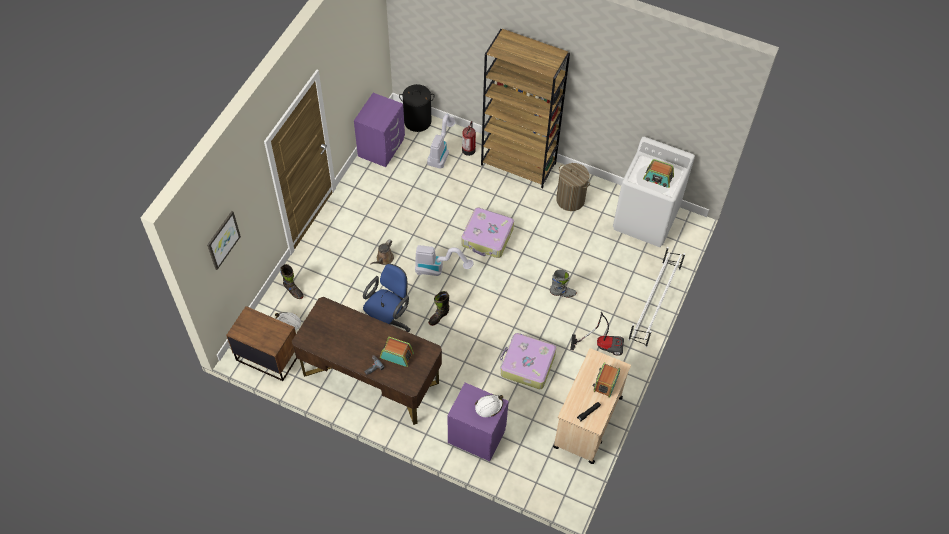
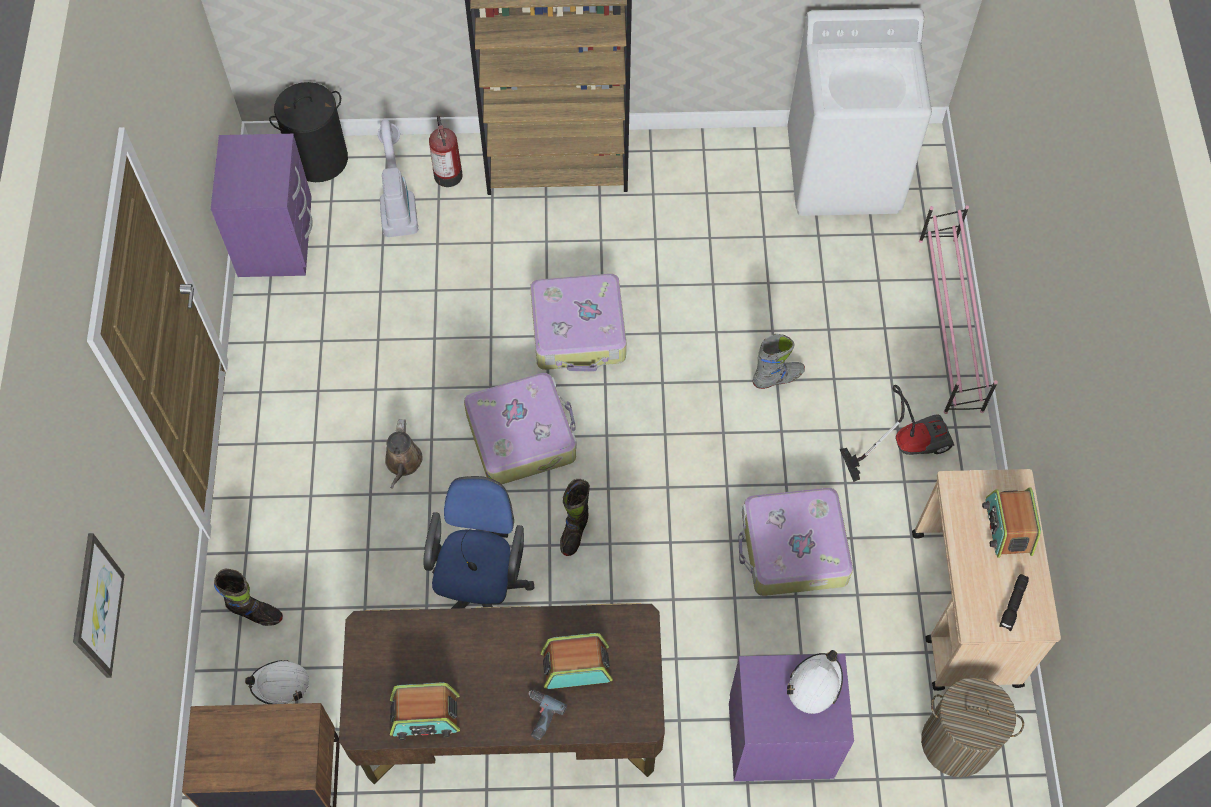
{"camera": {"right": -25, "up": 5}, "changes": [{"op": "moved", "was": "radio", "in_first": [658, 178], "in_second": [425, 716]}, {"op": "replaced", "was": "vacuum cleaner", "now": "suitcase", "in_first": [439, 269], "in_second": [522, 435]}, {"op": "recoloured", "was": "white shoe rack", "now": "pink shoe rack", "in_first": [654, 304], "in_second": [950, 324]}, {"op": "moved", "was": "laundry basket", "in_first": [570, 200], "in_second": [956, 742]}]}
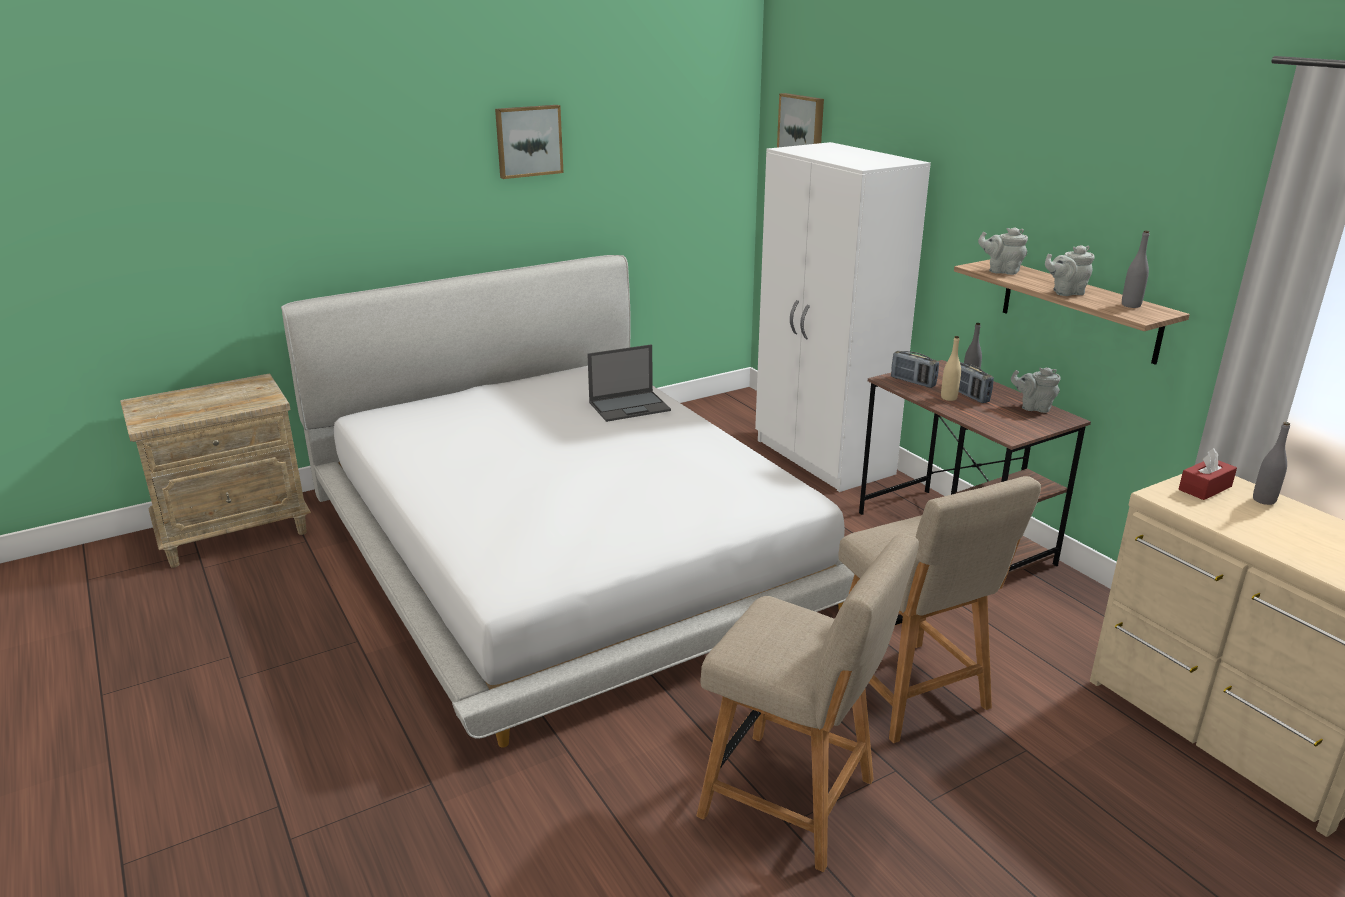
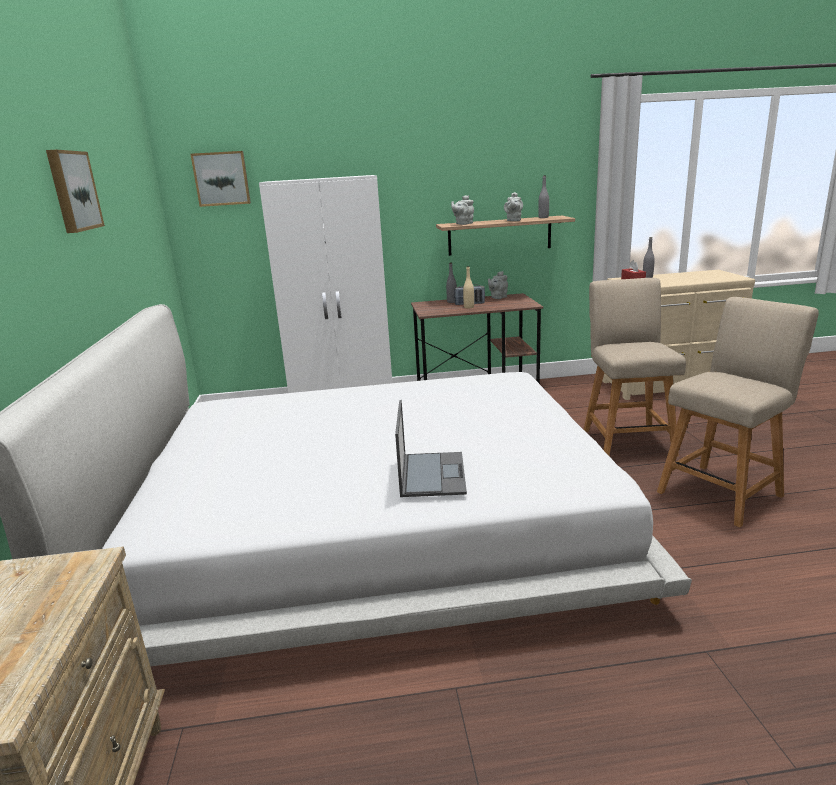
{"camera": {"right": -65, "up": -5}, "changes": [{"op": "moved", "was": "laptop", "in_first": [630, 406], "in_second": [432, 474]}, {"op": "turned", "was": "beige chair", "in_first": [911, 694], "in_second": [626, 440], "clockwise": -90}, {"op": "removed", "was": "radio", "in_first": [913, 382]}]}
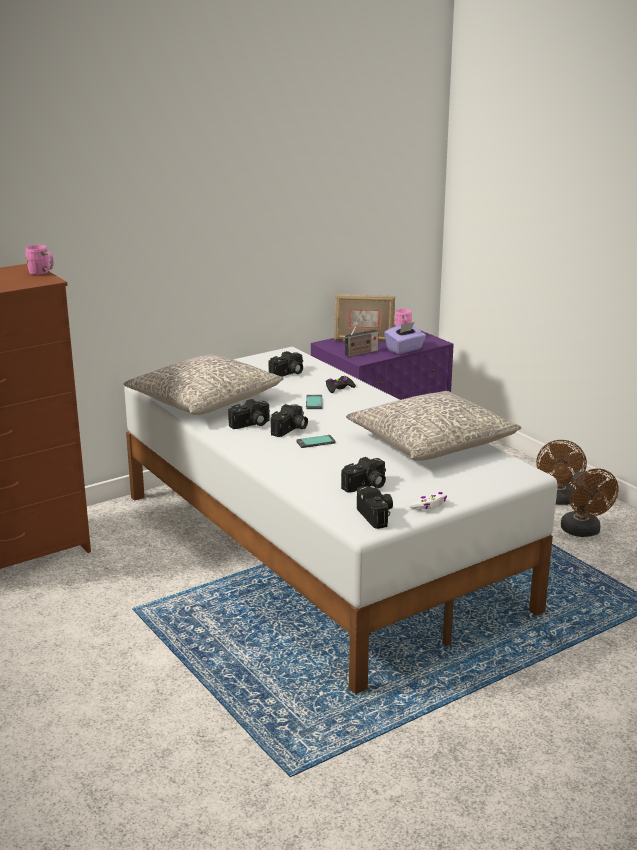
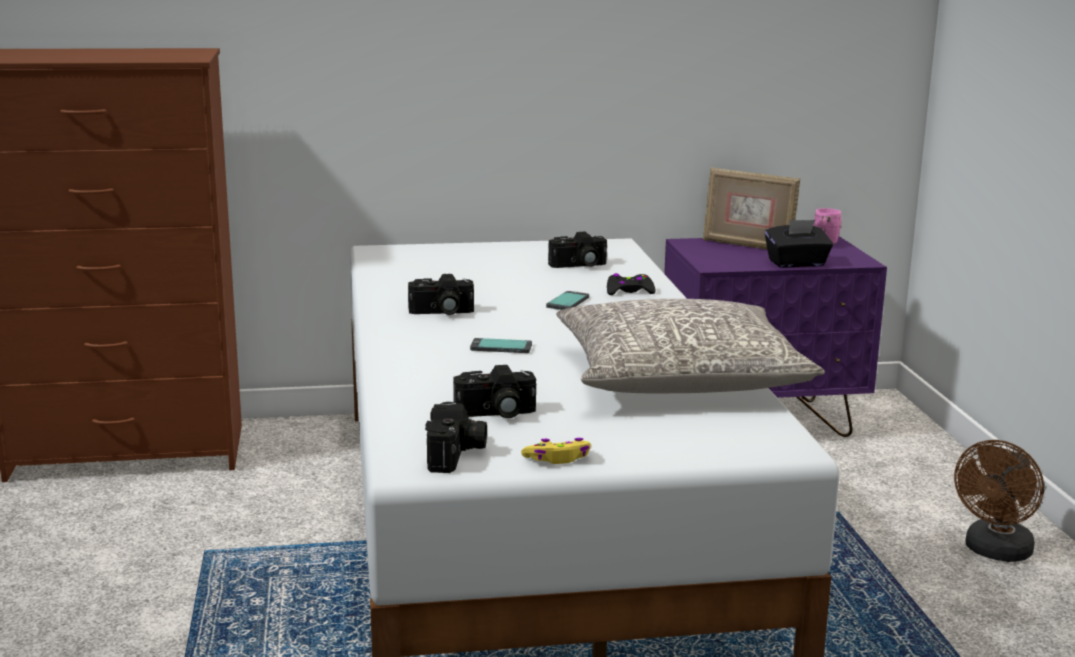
{"camera": {"right": 25, "up": -5}, "changes": [{"op": "recoloured", "was": "white game controller", "now": "yellow game controller", "in_first": [429, 506], "in_second": [558, 459]}, {"op": "recoloured", "was": "purple tissue box", "now": "black tissue box", "in_first": [404, 349], "in_second": [797, 263]}, {"op": "removed", "was": "pink mug", "in_first": [42, 273]}, {"op": "removed", "was": "grey pillow", "in_first": [205, 400]}, {"op": "removed", "was": "photo camera", "in_first": [290, 430]}, {"op": "removed", "was": "radio", "in_first": [360, 353]}, {"op": "removed", "was": "brown fan", "in_first": [583, 532]}]}
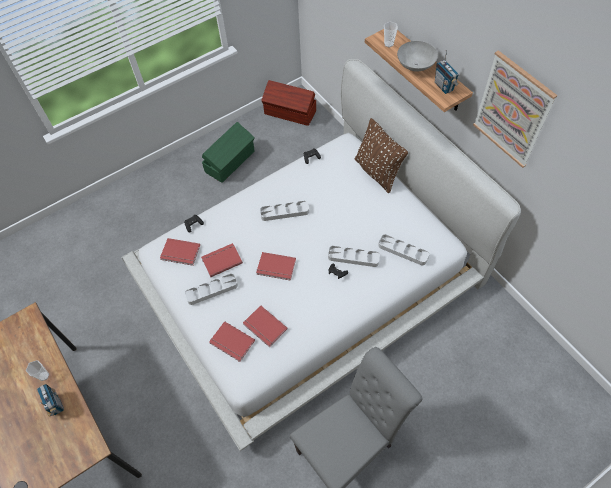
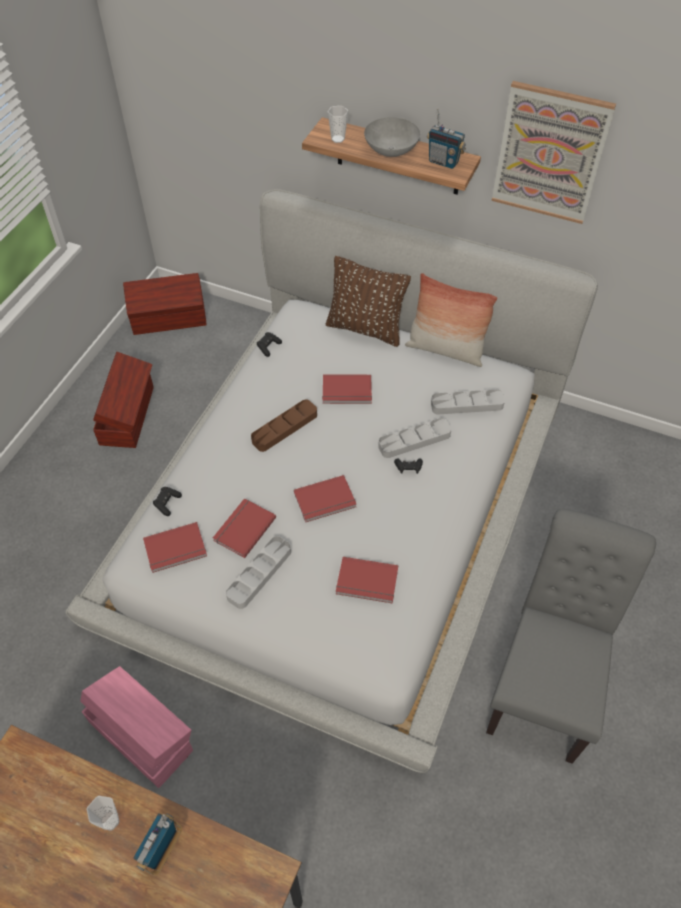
{"camera": {"right": -35, "up": -5}, "changes": [{"op": "added", "now": "pink storage box", "in_second": [141, 734]}, {"op": "recoloured", "was": "green storage box", "now": "brown storage box", "in_first": [230, 161], "in_second": [128, 415]}, {"op": "turned", "was": "radio", "in_first": [55, 404], "in_second": [162, 850], "clockwise": -90}, {"op": "recoloured", "was": "grey tray", "now": "brown tray", "in_first": [284, 212], "in_second": [284, 428]}, {"op": "moved", "was": "red book", "in_first": [231, 343], "in_second": [347, 392]}, {"op": "added", "now": "pillow", "in_second": [446, 350]}]}
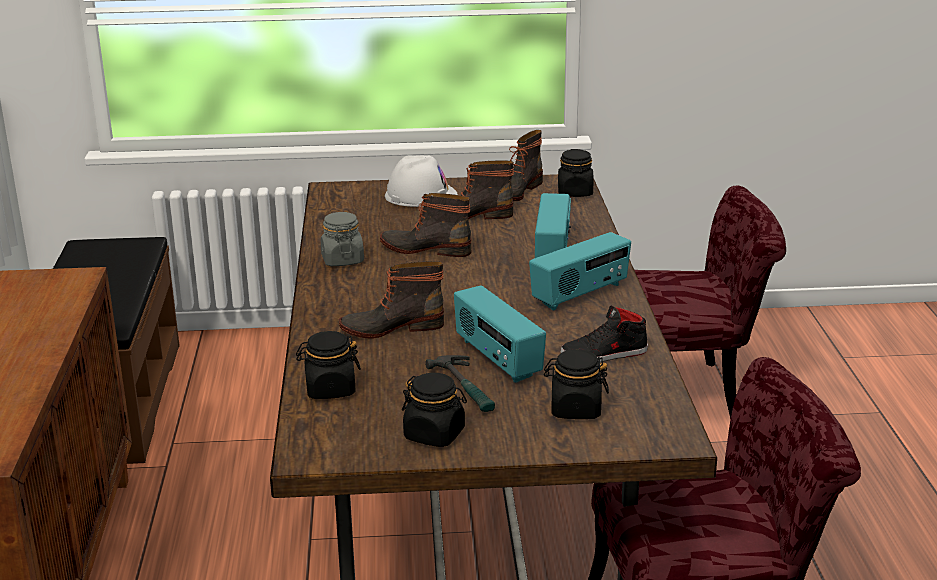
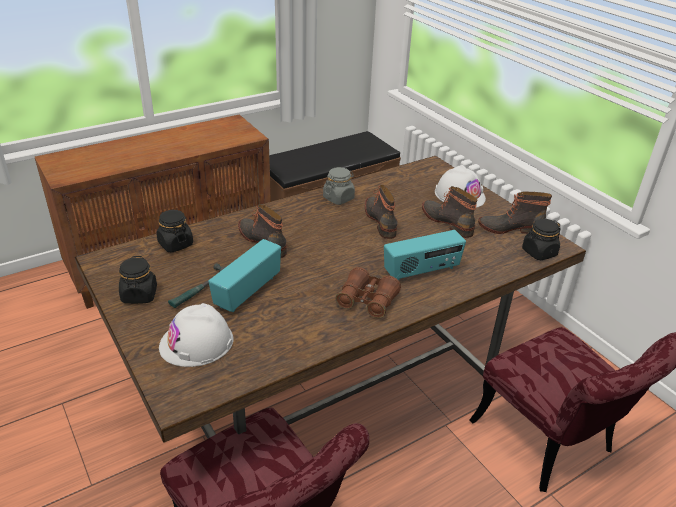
{"camera": {"right": 60, "up": 10}, "changes": [{"op": "replaced", "was": "black jar", "now": "white hard hat", "in_first": [575, 409], "in_second": [197, 343]}, {"op": "replaced", "was": "radio", "now": "brown binoculars", "in_first": [580, 295], "in_second": [367, 300]}, {"op": "removed", "was": "black shoe", "in_first": [604, 354]}]}
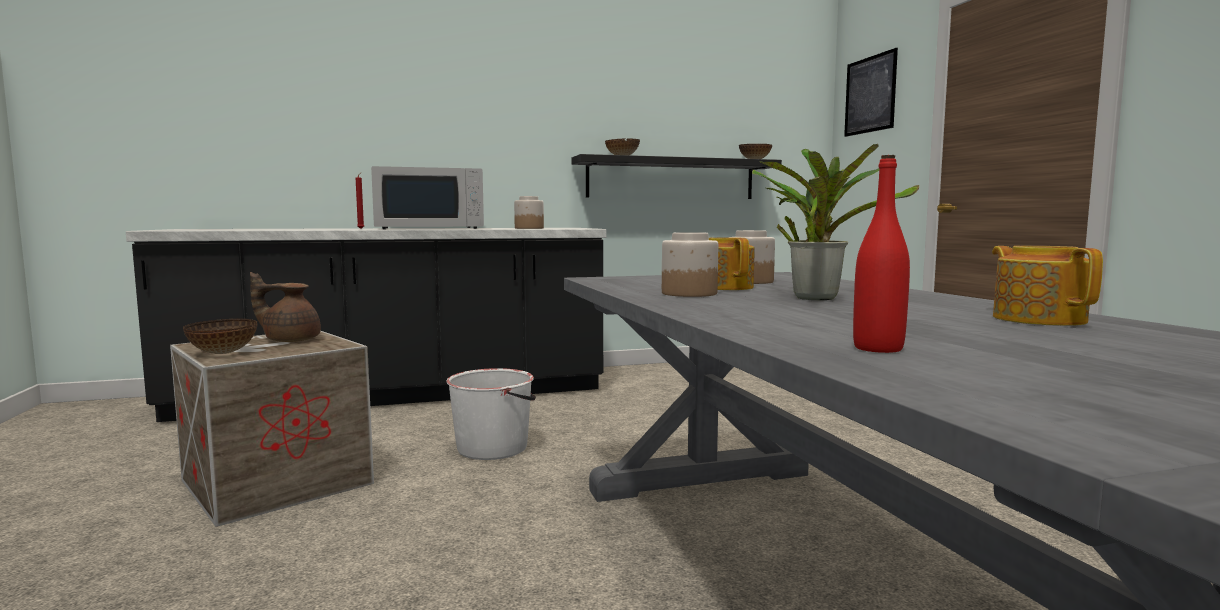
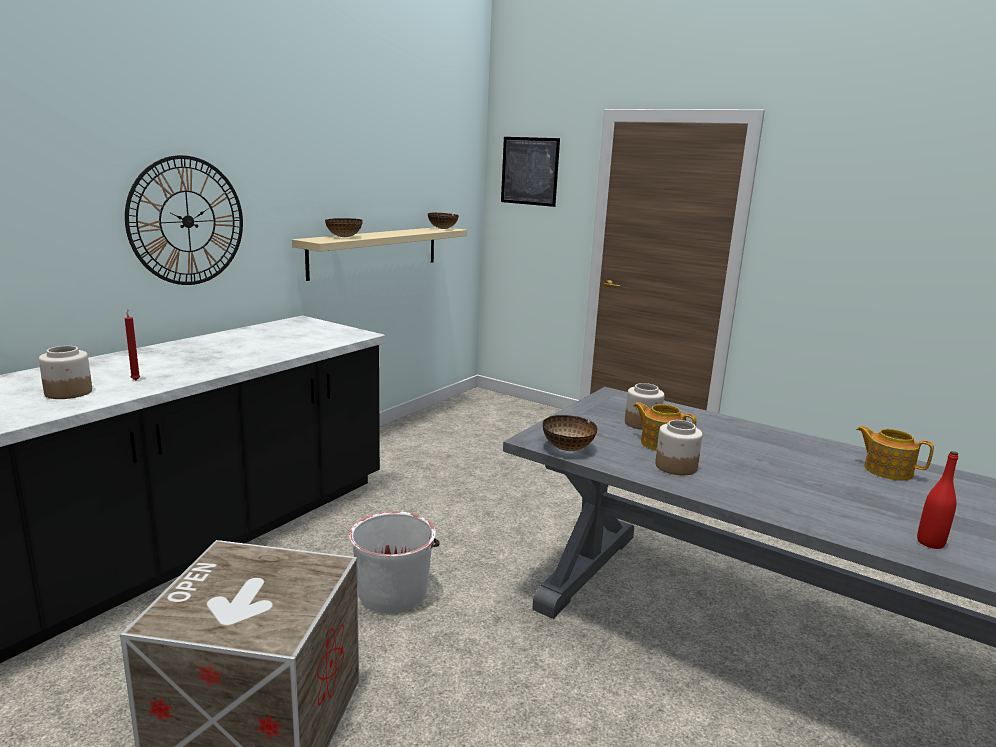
{"camera": {"right": -40, "up": 10}, "changes": [{"op": "moved", "was": "jar", "in_first": [528, 228], "in_second": [68, 392]}, {"op": "added", "now": "wall clock", "in_second": [187, 221]}, {"op": "recoloured", "was": "black shelf", "now": "beige shelf", "in_first": [671, 179], "in_second": [375, 251]}, {"op": "moved", "was": "bowl", "in_first": [222, 353], "in_second": [568, 449]}, {"op": "removed", "was": "brown teapot", "in_first": [290, 340]}, {"op": "removed", "was": "white microwave", "in_first": [430, 228]}, {"op": "removed", "was": "potted plant", "in_first": [815, 297]}]}
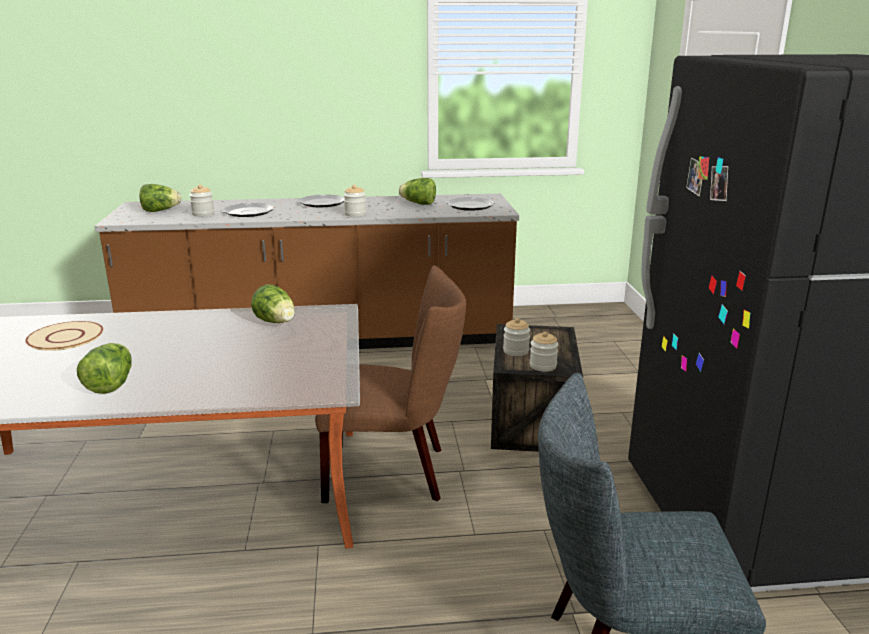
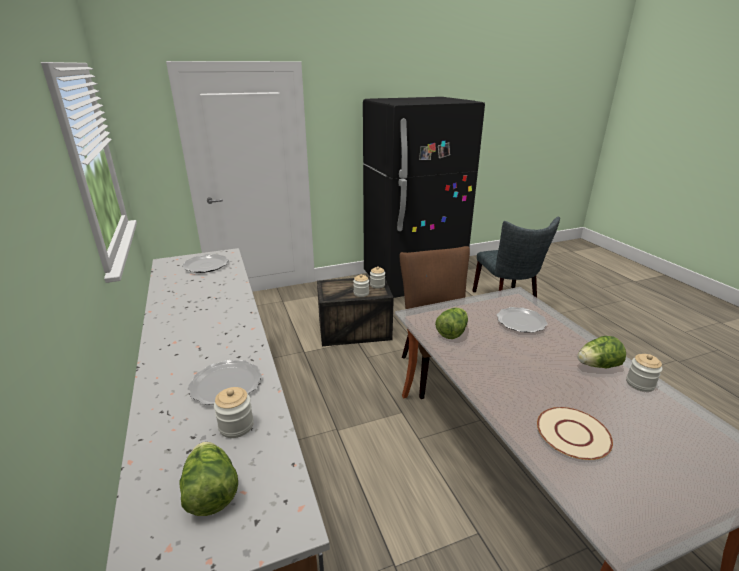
{"camera": {"right": -105, "up": 5}, "changes": [{"op": "moved", "was": "plate", "in_first": [323, 203], "in_second": [521, 321]}, {"op": "moved", "was": "jar", "in_first": [355, 214], "in_second": [640, 383]}, {"op": "removed", "was": "lettuce", "in_first": [418, 204]}]}
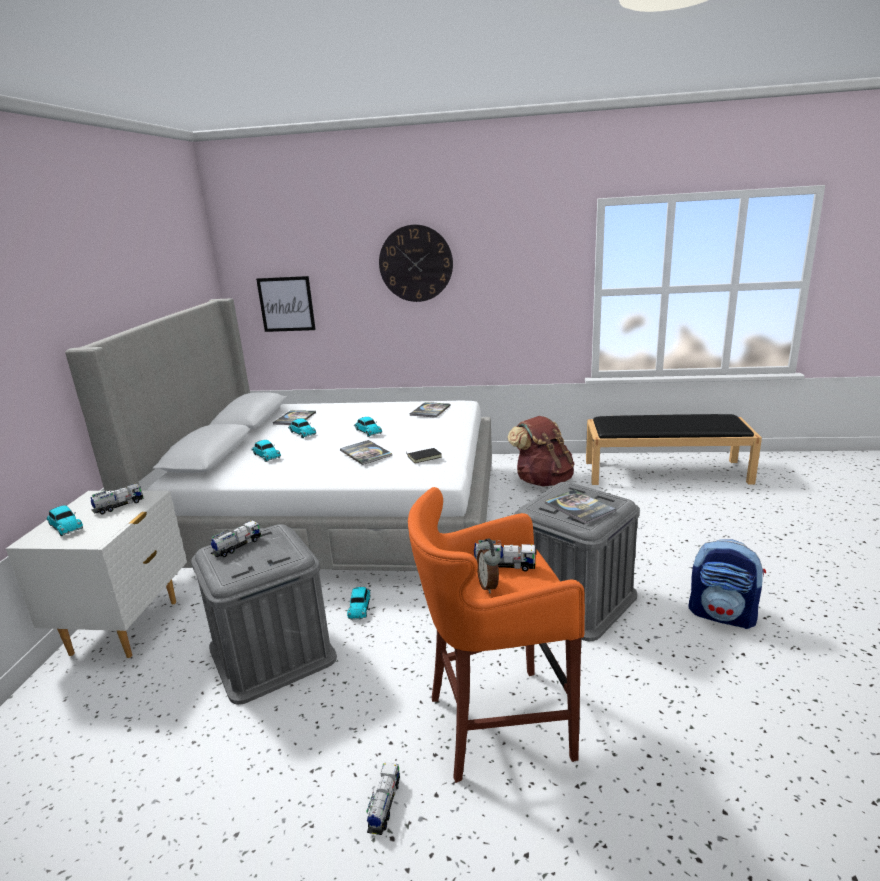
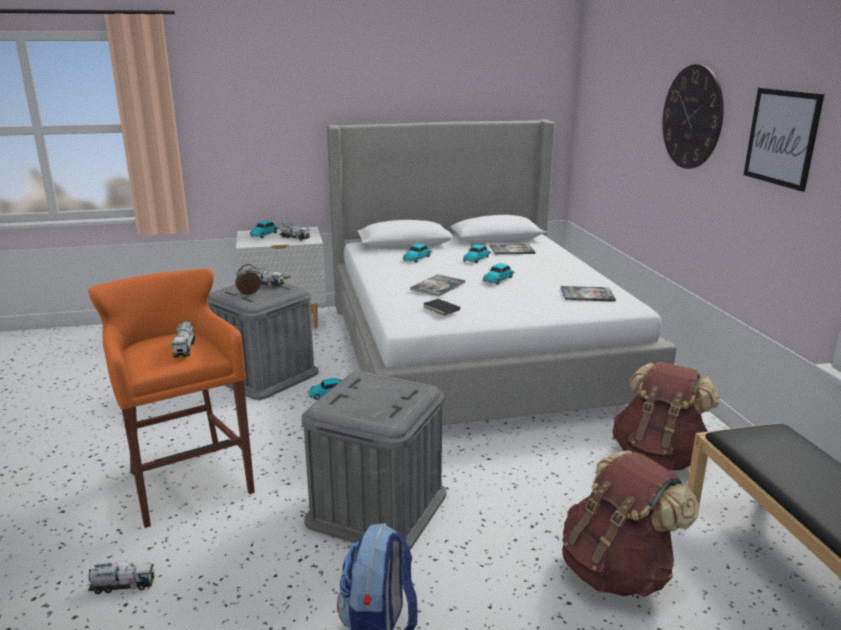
{"camera": {"right": 70, "up": 0}, "changes": [{"op": "moved", "was": "toy truck", "in_first": [384, 805], "in_second": [123, 586]}, {"op": "moved", "was": "alarm clock", "in_first": [489, 586], "in_second": [249, 294]}, {"op": "added", "now": "brown backpack", "in_second": [617, 571]}, {"op": "moved", "was": "picture", "in_first": [286, 304], "in_second": [781, 137]}, {"op": "removed", "was": "book", "in_first": [579, 507]}]}
